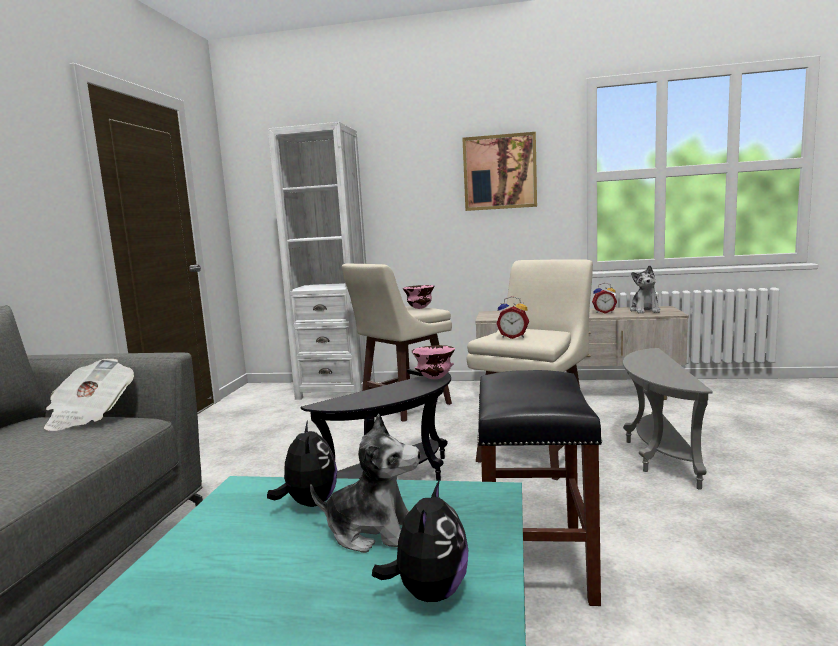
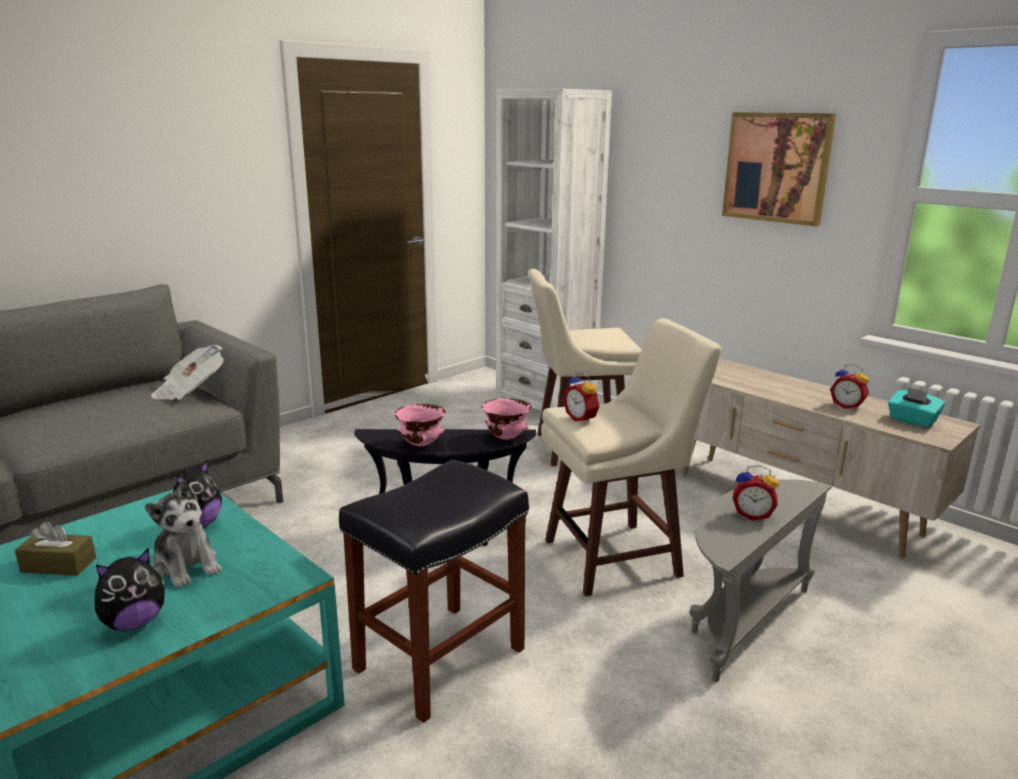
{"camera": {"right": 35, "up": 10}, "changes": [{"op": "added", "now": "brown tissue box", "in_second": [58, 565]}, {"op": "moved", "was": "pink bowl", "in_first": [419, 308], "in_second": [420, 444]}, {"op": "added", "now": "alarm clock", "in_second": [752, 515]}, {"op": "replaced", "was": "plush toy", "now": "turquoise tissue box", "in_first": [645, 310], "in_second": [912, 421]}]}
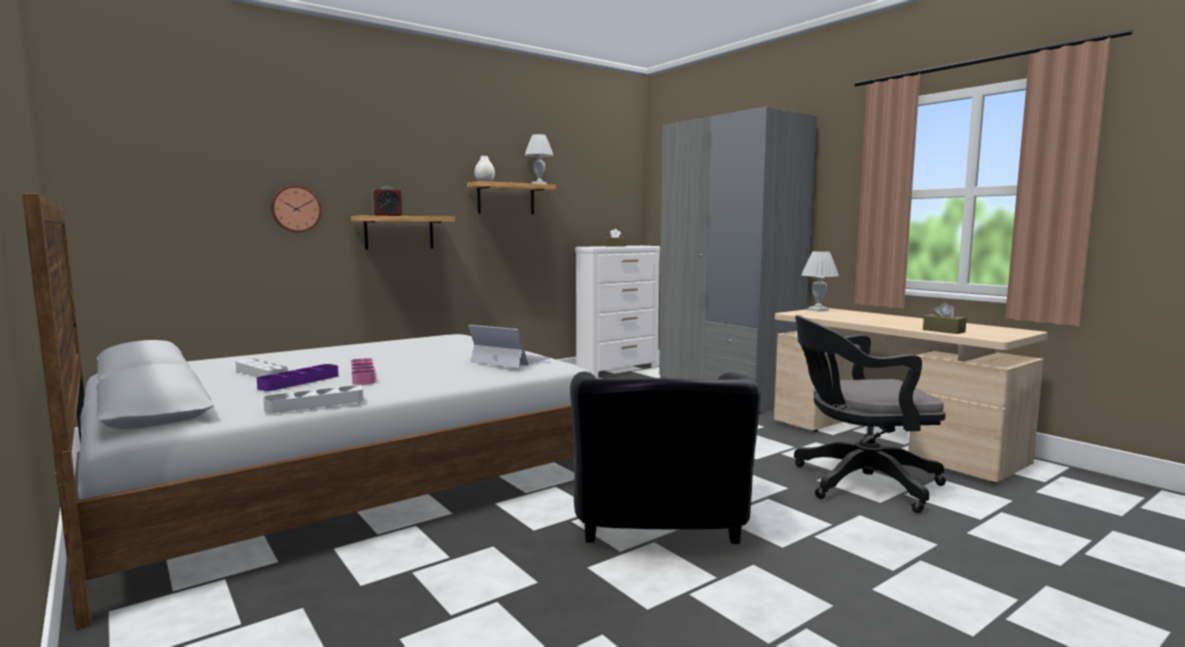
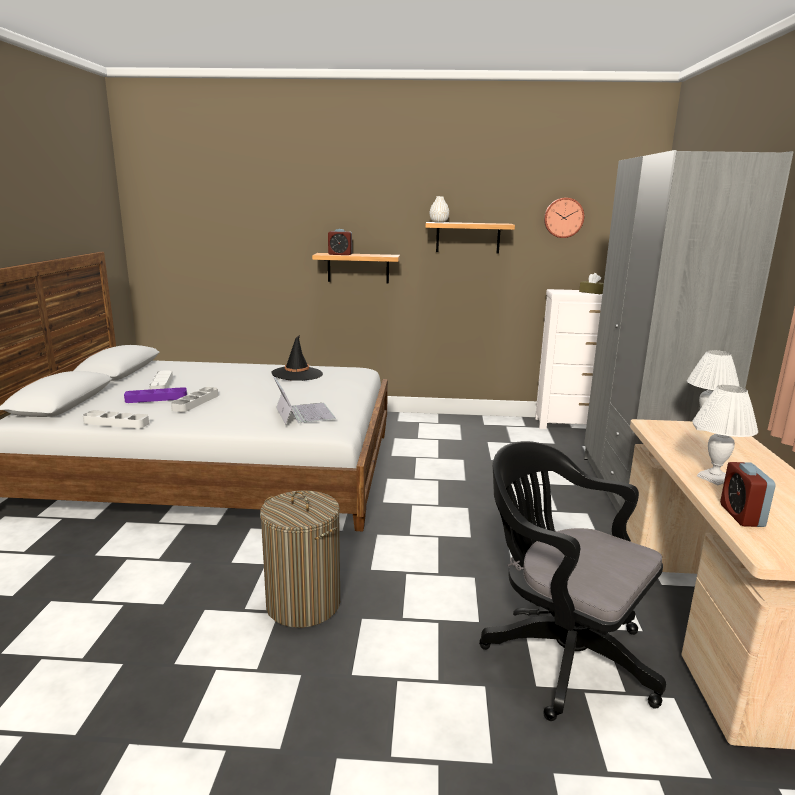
{"camera": {"right": 40, "up": 10}, "changes": [{"op": "recoloured", "was": "pink tray", "now": "grey tray", "in_first": [363, 375], "in_second": [195, 402]}, {"op": "replaced", "was": "black armchair", "now": "laundry basket", "in_first": [659, 528], "in_second": [303, 604]}, {"op": "added", "now": "black hat", "in_second": [297, 374]}, {"op": "moved", "was": "wall clock", "in_first": [295, 209], "in_second": [563, 217]}, {"op": "moved", "was": "white table lamp", "in_first": [539, 184], "in_second": [715, 478]}, {"op": "replaced", "was": "brown tissue box", "now": "alarm clock", "in_first": [943, 331], "in_second": [741, 515]}]}
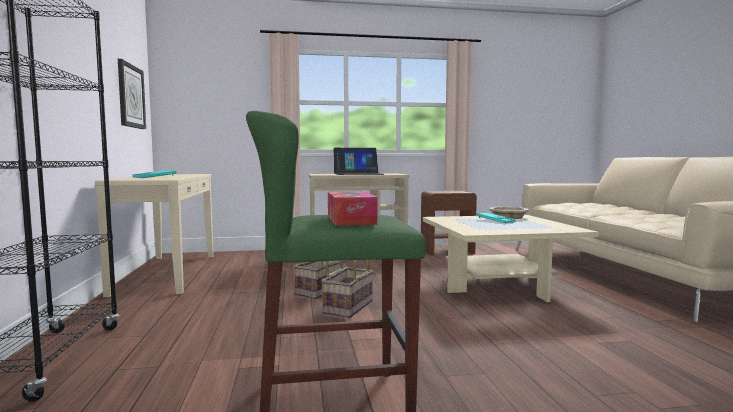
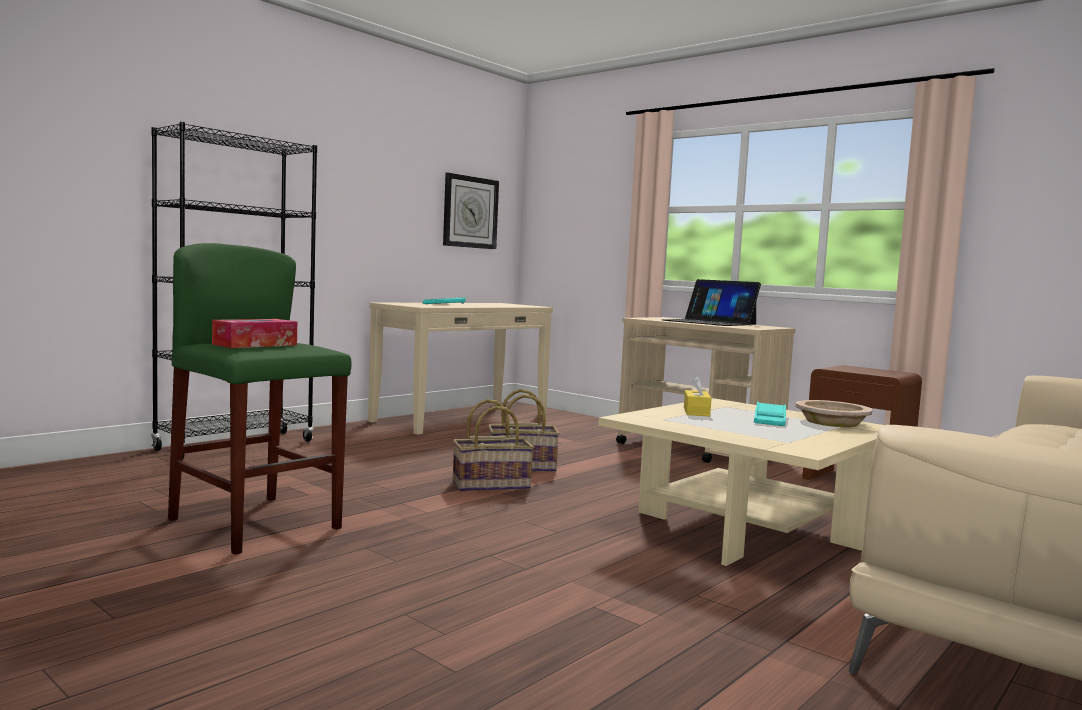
{"camera": {"right": 50, "up": 0}, "changes": [{"op": "added", "now": "yellow tissue box", "in_second": [696, 412]}]}
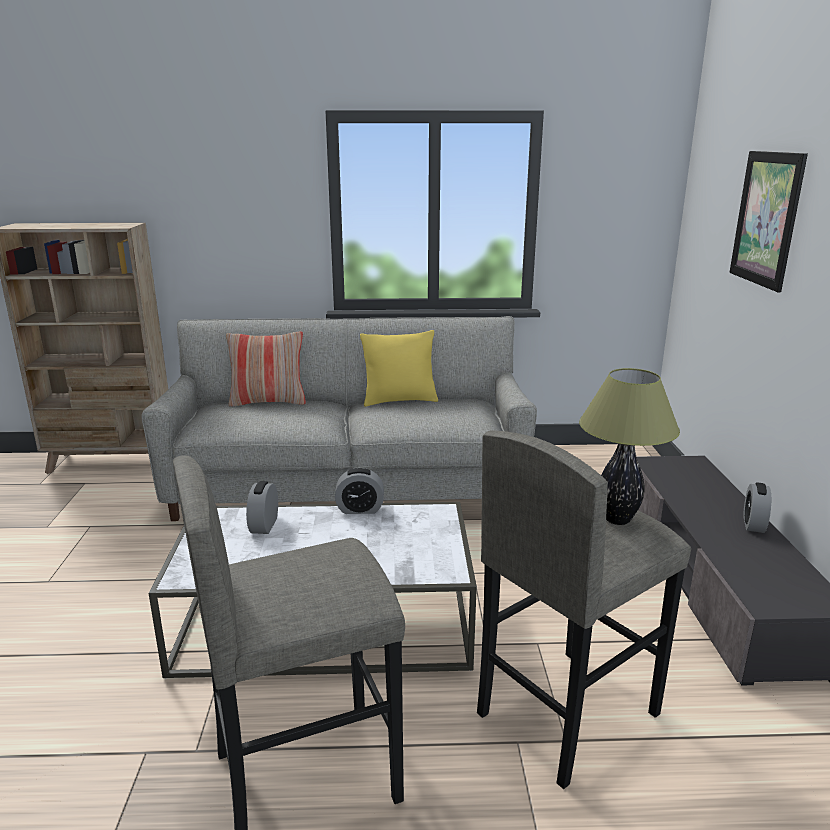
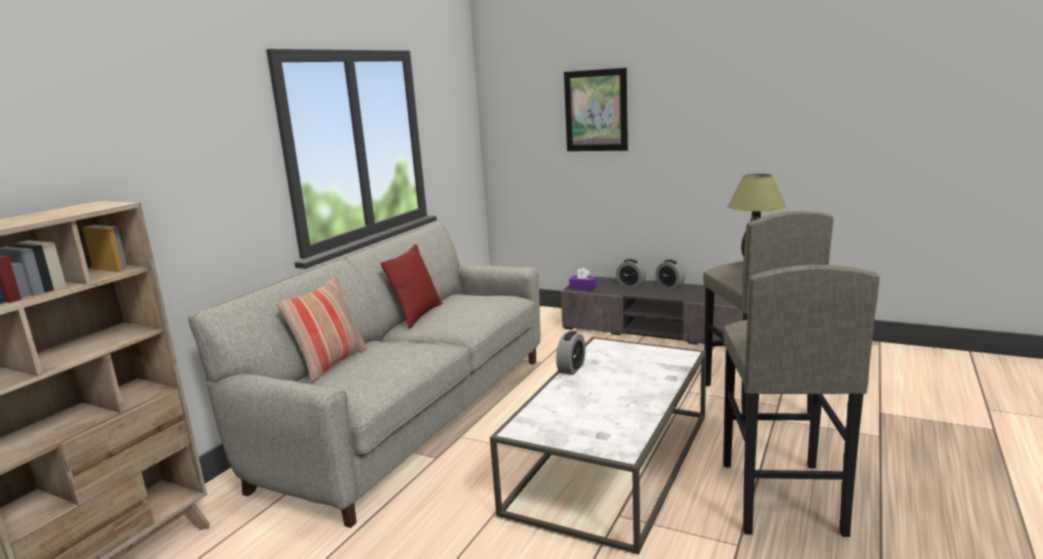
{"camera": {"right": -60, "up": -5}, "changes": [{"op": "recoloured", "was": "yellow pillow", "now": "red pillow", "in_first": [399, 400], "in_second": [417, 315]}, {"op": "added", "now": "purple tissue box", "in_second": [583, 287]}, {"op": "moved", "was": "alarm clock", "in_first": [264, 525], "in_second": [631, 284]}]}
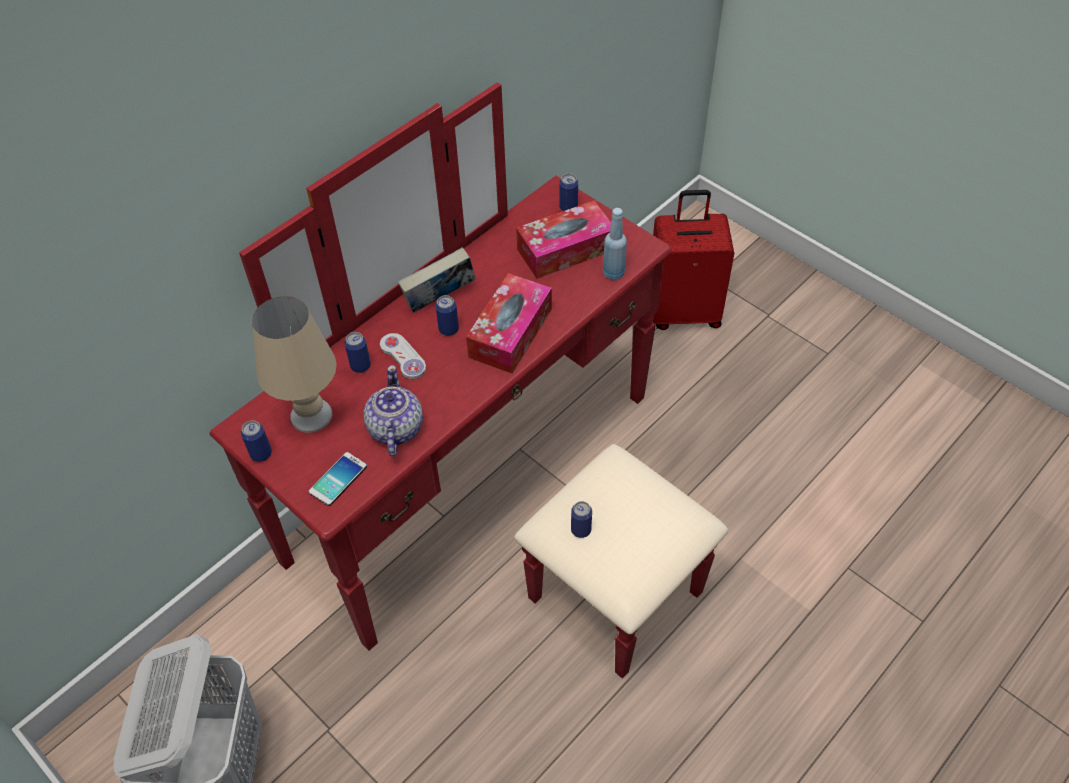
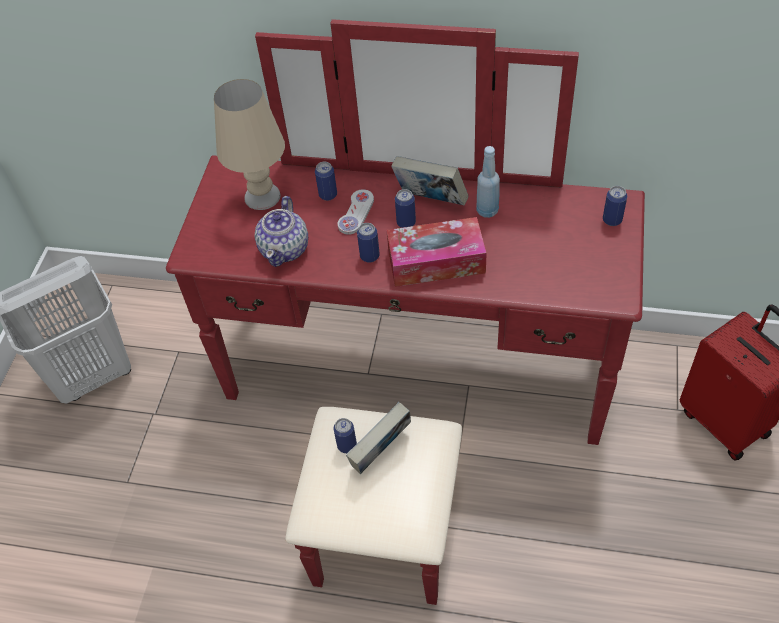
{"camera": {"right": 60, "up": 0}, "changes": [{"op": "turned", "was": "teapot", "in_first": [395, 429], "in_second": [285, 249], "clockwise": 135}, {"op": "added", "now": "book", "in_second": [381, 453]}, {"op": "moved", "was": "can", "in_first": [261, 454], "in_second": [369, 256]}, {"op": "moved", "was": "blue bottle", "in_first": [613, 273], "in_second": [487, 210]}, {"op": "removed", "was": "phone", "in_first": [338, 479]}, {"op": "removed", "was": "tissue box", "in_first": [565, 249]}]}
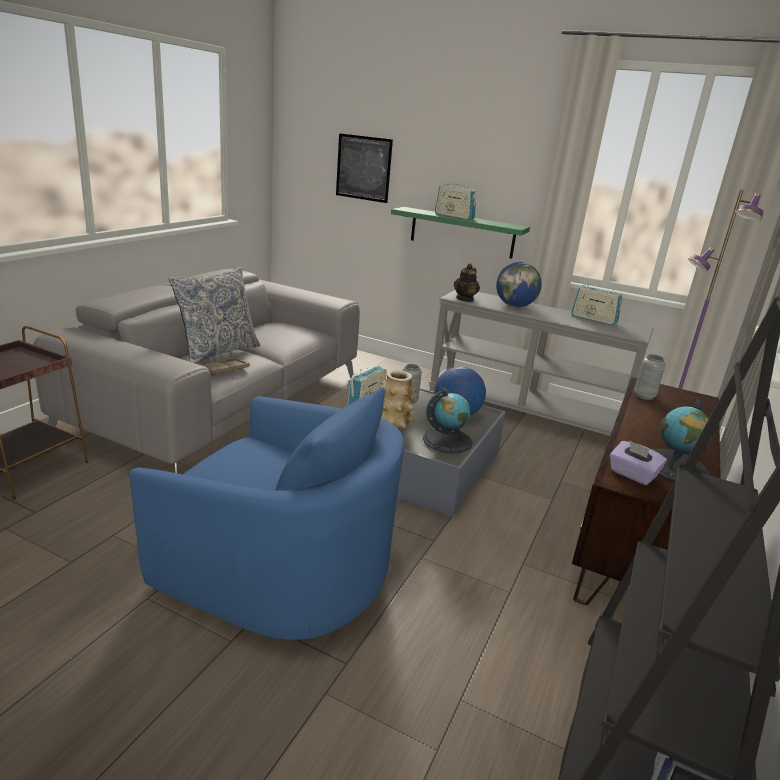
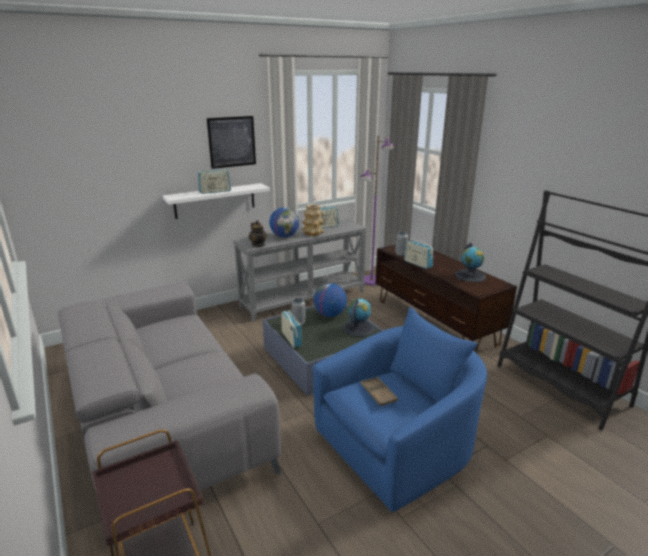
{"camera": {"right": -55, "up": 0}, "changes": [{"op": "recoloured", "was": "green shelf", "now": "white shelf", "in_first": [462, 232], "in_second": [215, 201]}, {"op": "moved", "was": "picture", "in_first": [363, 168], "in_second": [232, 142]}, {"op": "moved", "was": "vase", "in_first": [393, 422], "in_second": [313, 233]}, {"op": "moved", "was": "brown tray", "in_first": [224, 370], "in_second": [378, 394]}, {"op": "added", "now": "radio", "in_second": [418, 264]}, {"op": "removed", "was": "pillow", "in_first": [217, 351]}, {"op": "removed", "was": "purple tissue box", "in_first": [632, 475]}]}
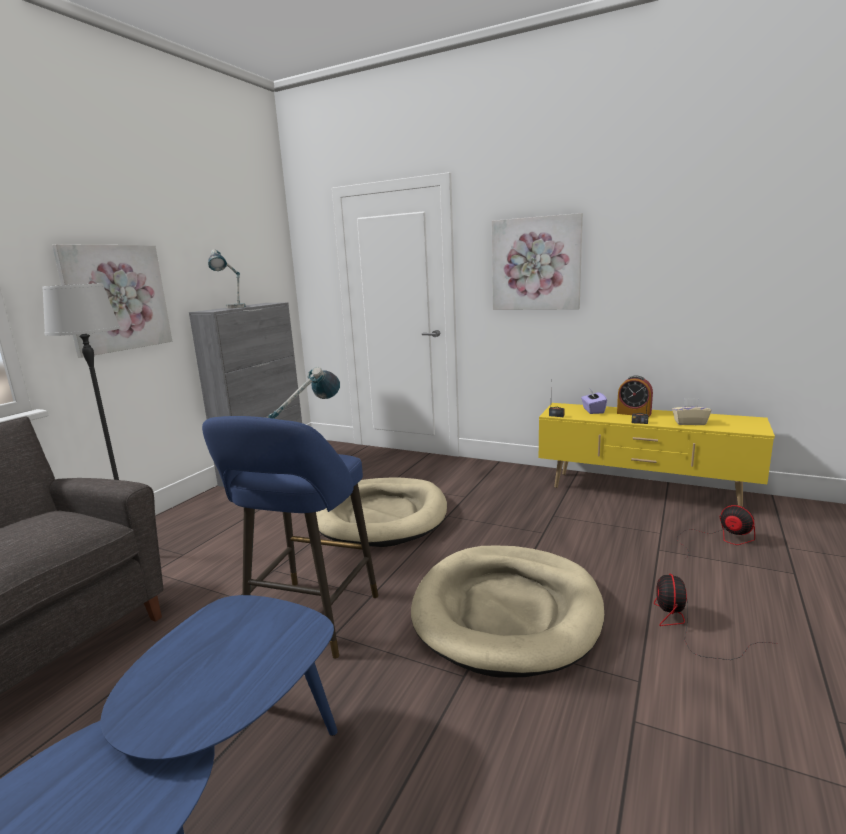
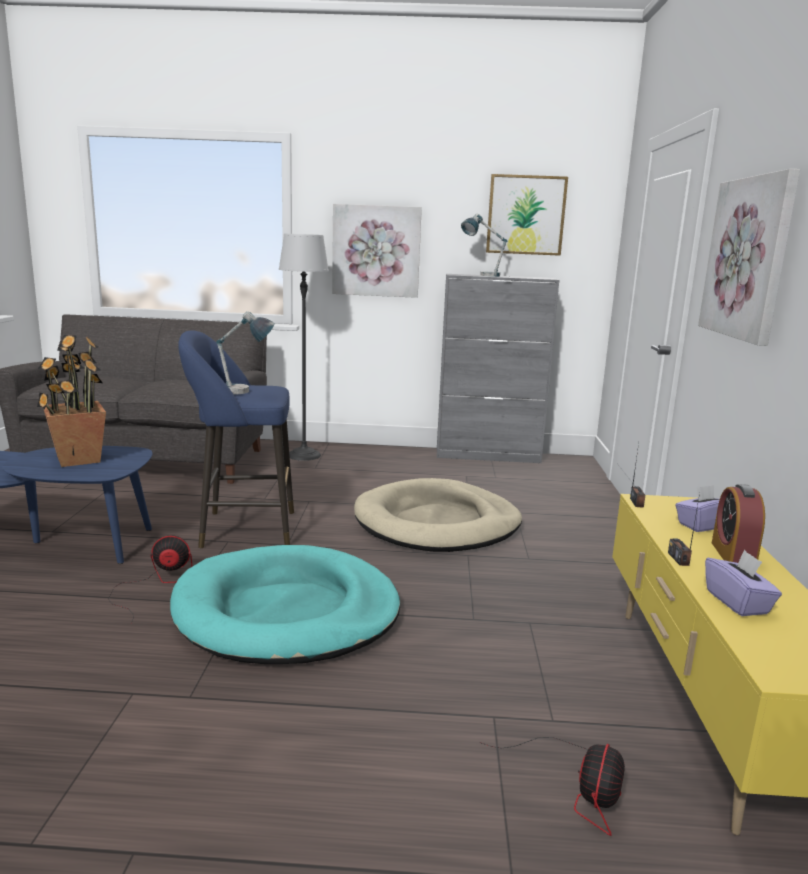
{"camera": {"right": 65, "up": 0}, "changes": [{"op": "added", "now": "potted plant", "in_second": [78, 459]}, {"op": "moved", "was": "fan", "in_first": [687, 627], "in_second": [156, 584]}, {"op": "recoloured", "was": "beige dog bed", "now": "turquoise dog bed", "in_first": [507, 611], "in_second": [287, 611]}, {"op": "added", "now": "picture", "in_second": [526, 215]}, {"op": "recoloured", "was": "beige tissue box", "now": "purple tissue box", "in_first": [689, 423], "in_second": [737, 602]}]}
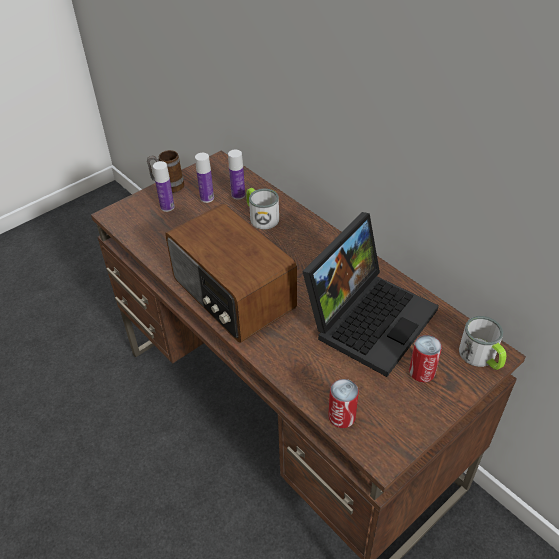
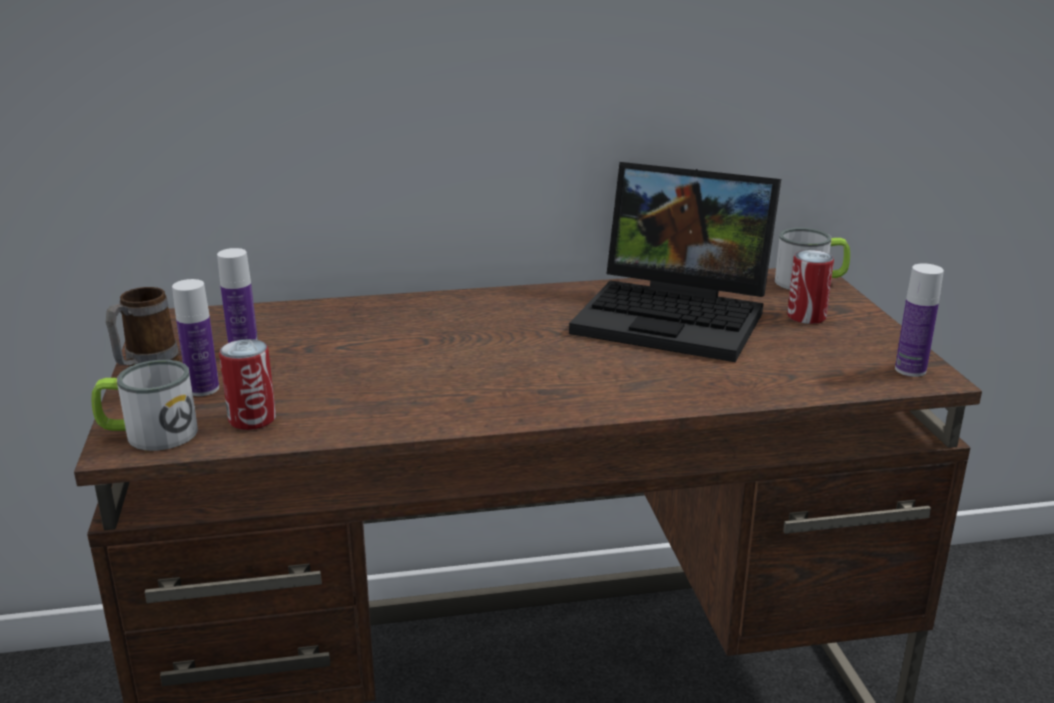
{"camera": {"right": -60, "up": -20}, "changes": [{"op": "moved", "was": "mug", "in_first": [261, 217], "in_second": [149, 434]}, {"op": "moved", "was": "can", "in_first": [342, 417], "in_second": [252, 419]}, {"op": "turned", "was": "laptop", "in_first": [369, 317], "in_second": [678, 316], "clockwise": 135}, {"op": "moved", "was": "bottle", "in_first": [238, 195], "in_second": [910, 370]}, {"op": "removed", "was": "radio", "in_first": [232, 295]}]}
